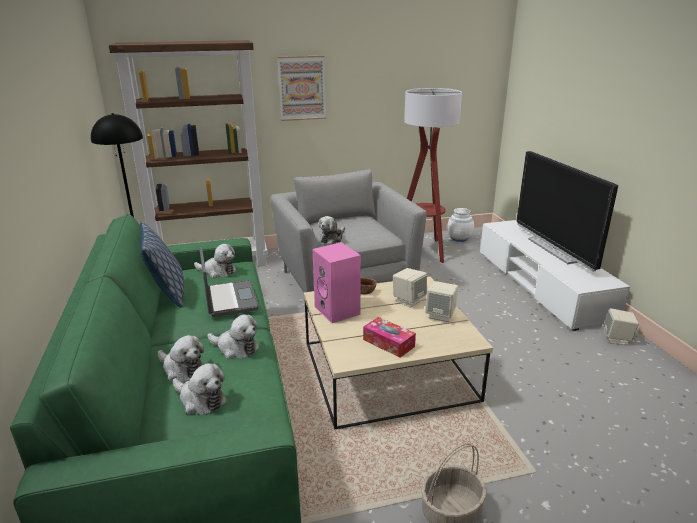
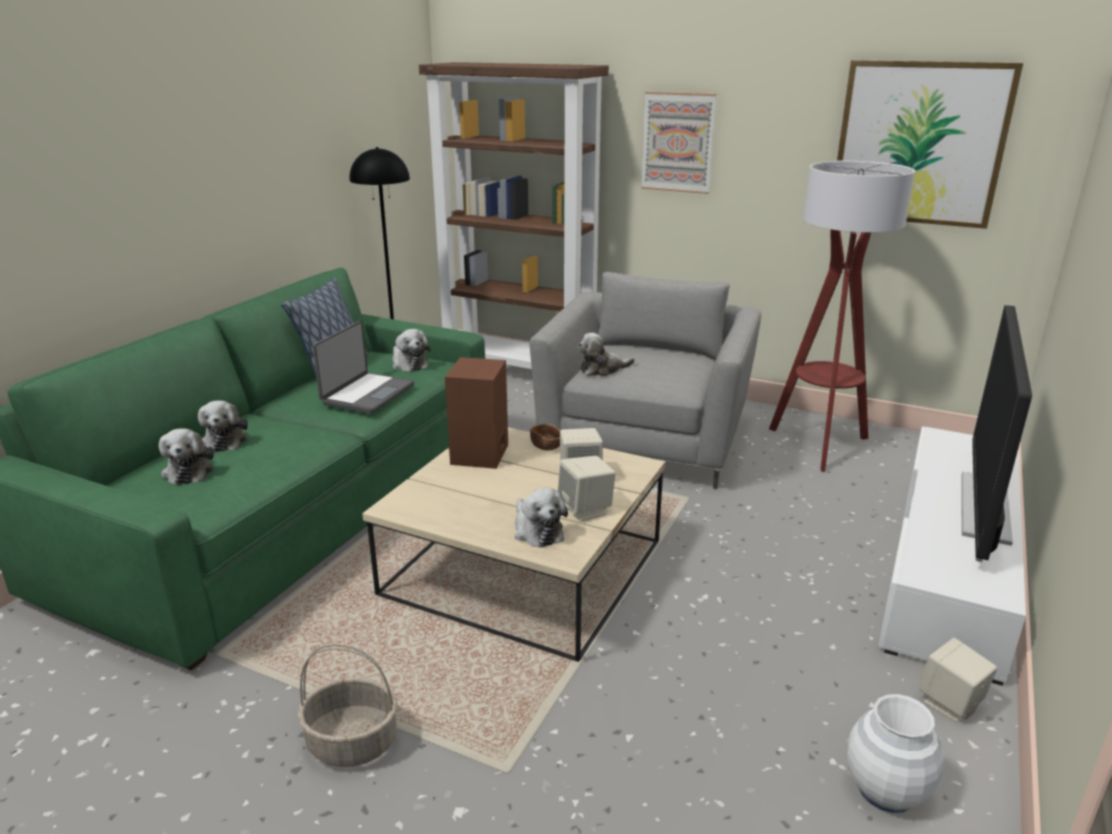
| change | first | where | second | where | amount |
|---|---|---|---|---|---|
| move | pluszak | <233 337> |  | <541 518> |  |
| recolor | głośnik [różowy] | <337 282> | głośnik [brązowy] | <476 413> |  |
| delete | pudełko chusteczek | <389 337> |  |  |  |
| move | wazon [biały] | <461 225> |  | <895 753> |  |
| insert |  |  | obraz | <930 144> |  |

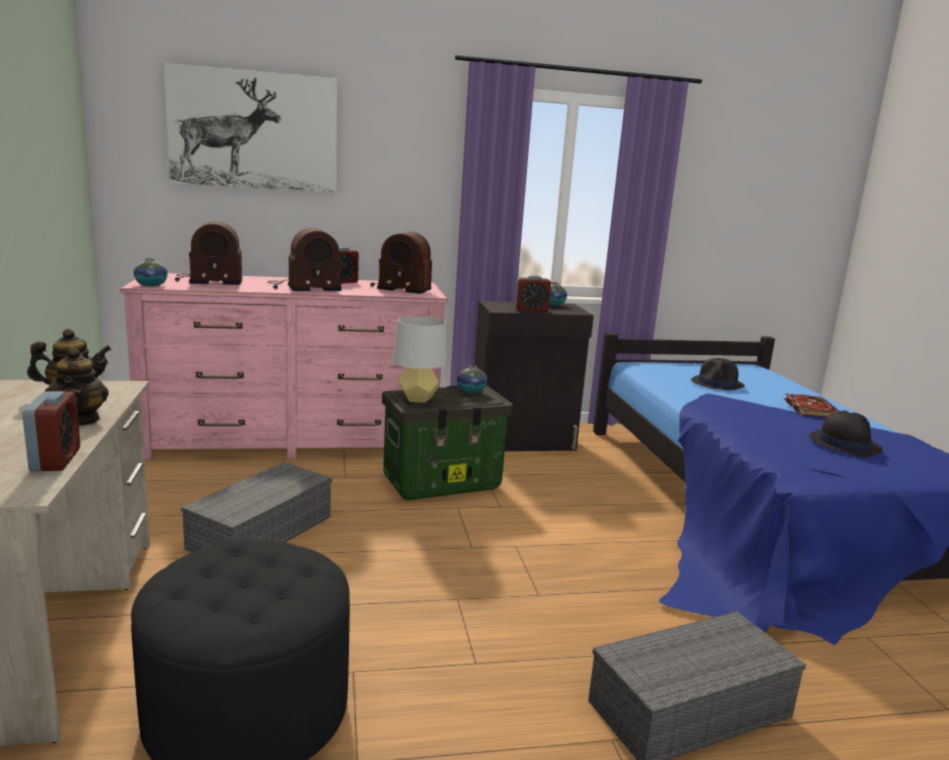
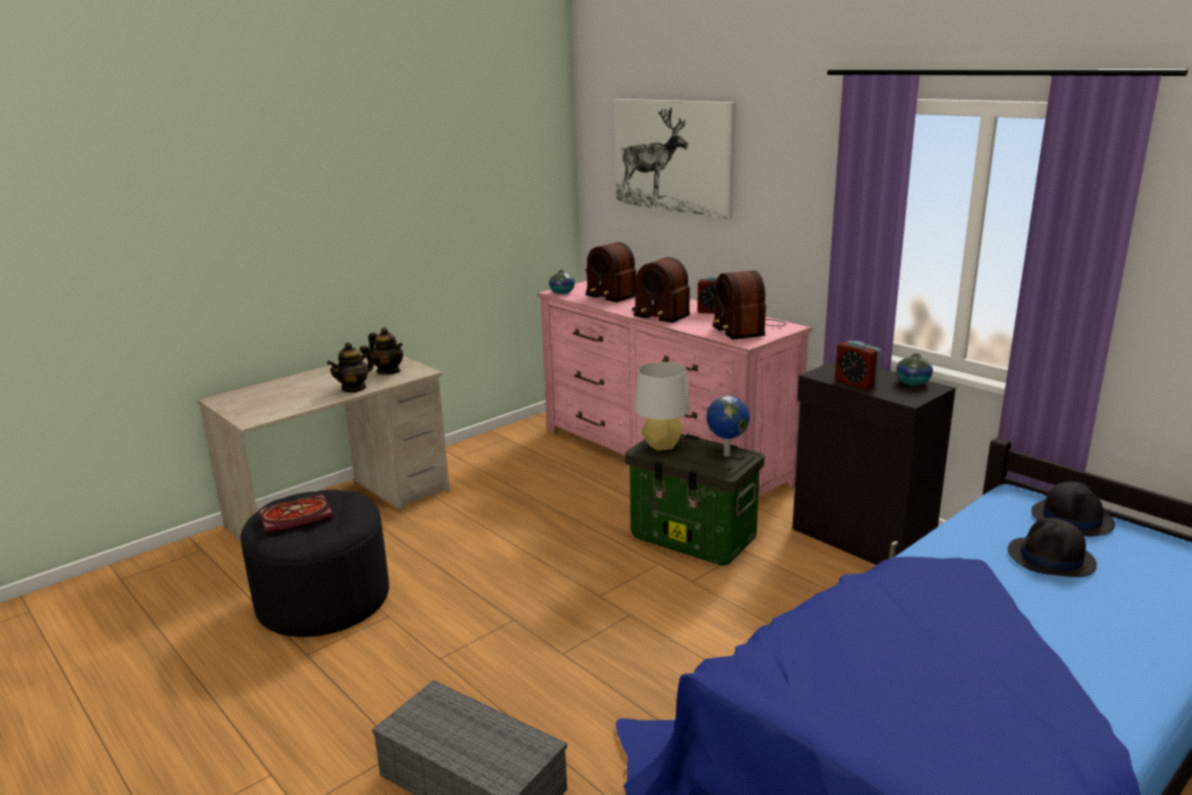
| change | first | where | second | where | amount |
|---|---|---|---|---|---|
| delete | budzik | <51 431> |  |  |  |
| delete | pojemnik do przechowywania [szary] | <256 507> |  |  |  |
| replace | wazon | <472 379> | globus | <728 426> |  |
| move | książka | <811 405> |  | <296 514> |  |
| move | kapelusz [czarny] | <846 434> |  | <1073 509> |  |

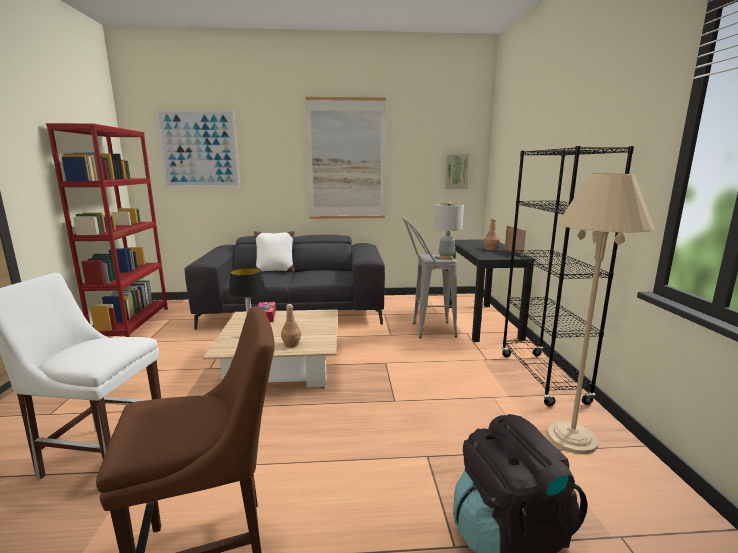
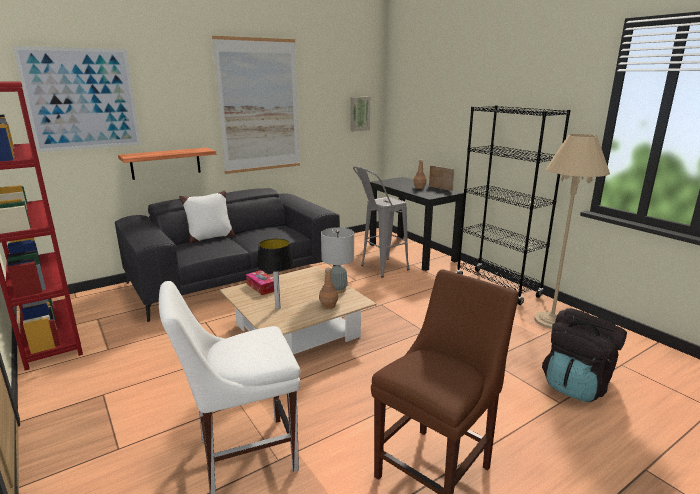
| change | first | where | second | where | amount |
|---|---|---|---|---|---|
| move | lampa stołowa [szary] | <449 230> |  | <337 260> |  |
| insert |  |  | półka | <167 163> |  |

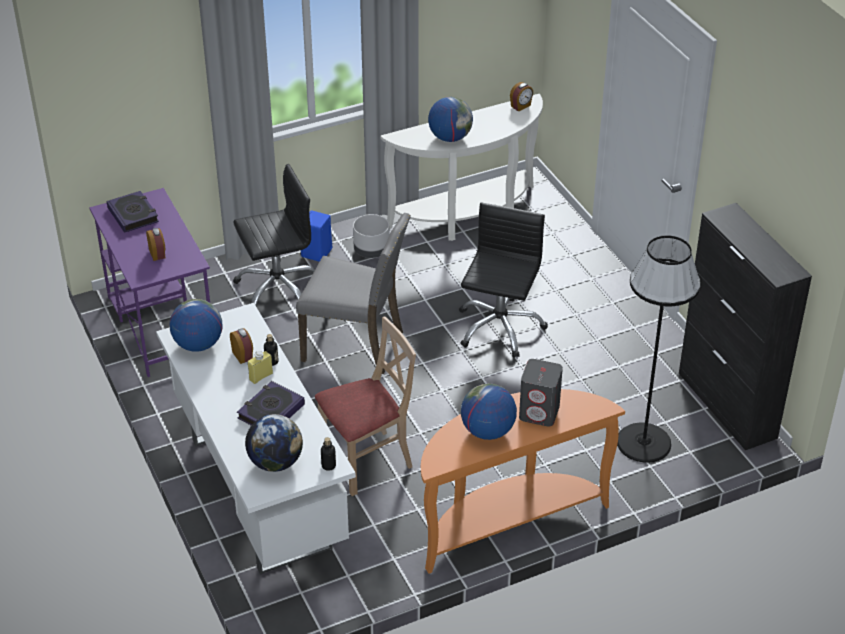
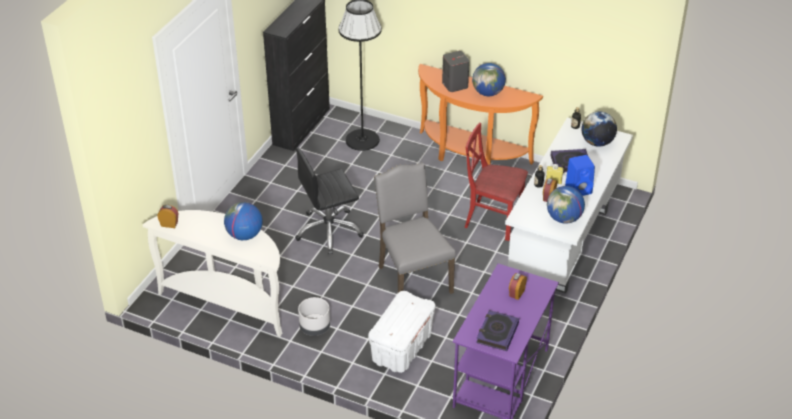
| change | first | where | second | where | amount |
|---|---|---|---|---|---|
| replace | krzesło biurowe [czarny] | <274 235> | pojemnik do przechowywania [biały] | <401 332> |  |
| move | głośnik [niebieski] | <316 236> |  | <580 175> |  |
| recolor | krzesło [beżowy] | <365 406> | krzesło [czerwony] | <496 182> |  |

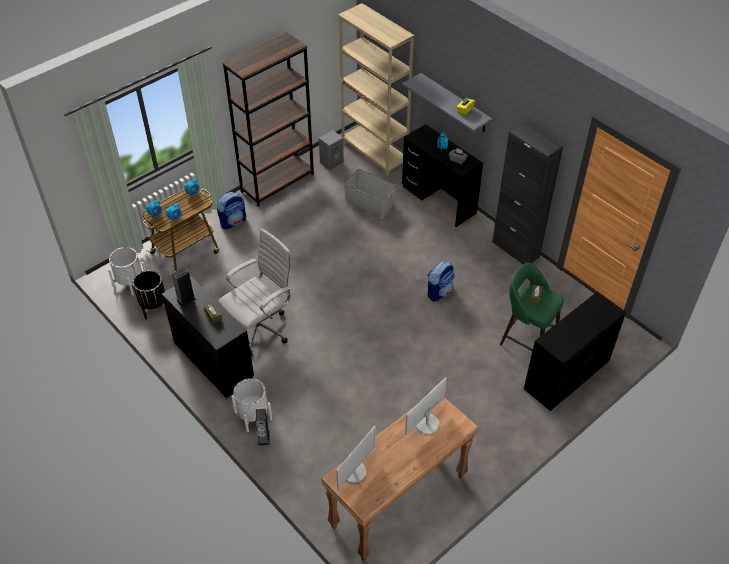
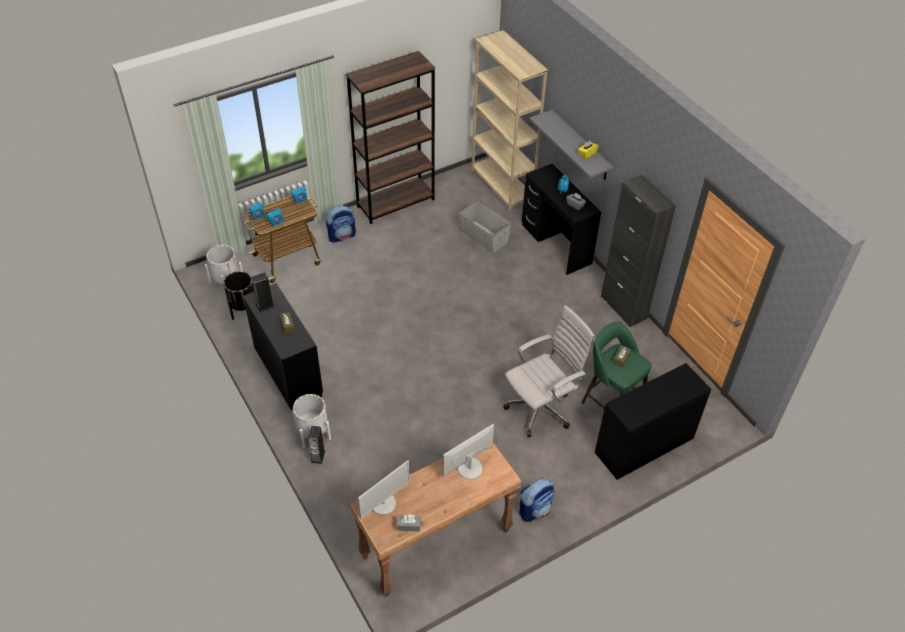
| change | first | where | second | where | amount |
|---|---|---|---|---|---|
| move | krzesło biurowe [biały] | <254 292> |  | <549 371> |  |
| delete | głośnik [szary] | <331 150> |  |  |  |
| move | plecak | <441 281> |  | <537 500> |  |
| insert |  |  | pudełko chusteczek [szary] | <409 523> |  |

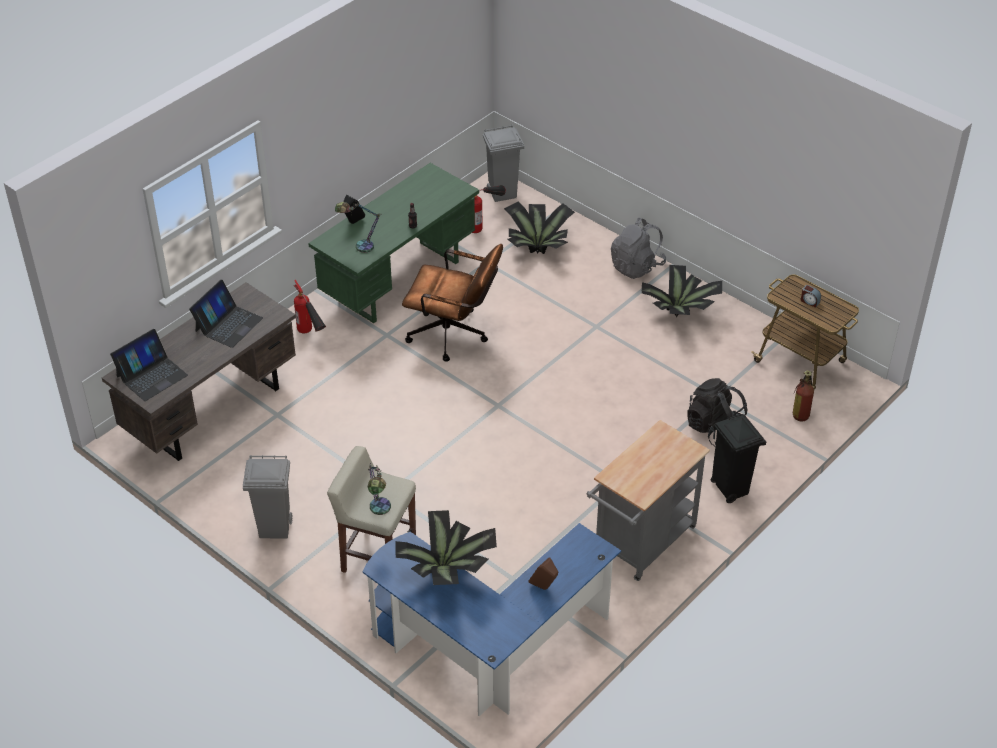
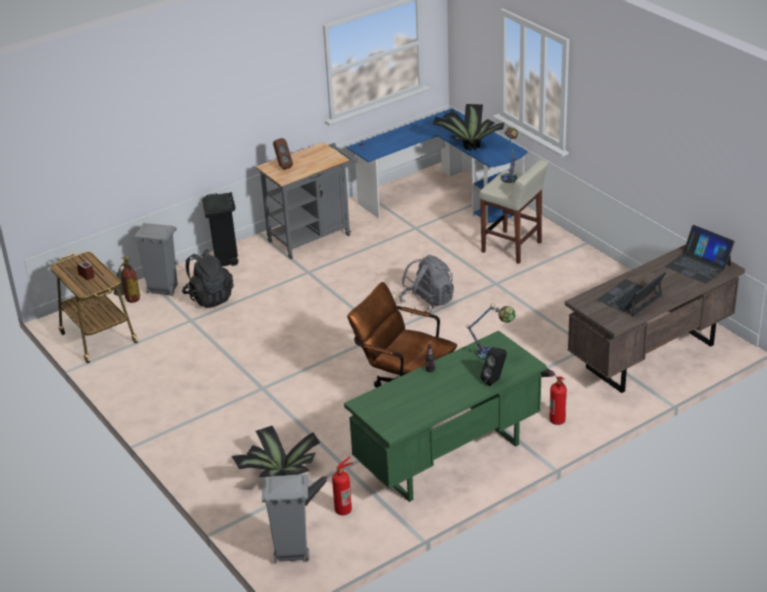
| change | first | where | second | where | amount |
|---|---|---|---|---|---|
| rotate | laptop | <149 365> |  | <700 254> | 105 degrees counterclockwise |
| move | kosz na śmieci [szary] | <268 497> |  | <155 259> |  |
| move | głośnik [brązowy] | <543 573> |  | <283 154> |  |
| move | plecak [szary] | <638 248> |  | <426 285> |  |
| delete | roślina doniczkowa | <681 291> |  |  |  |

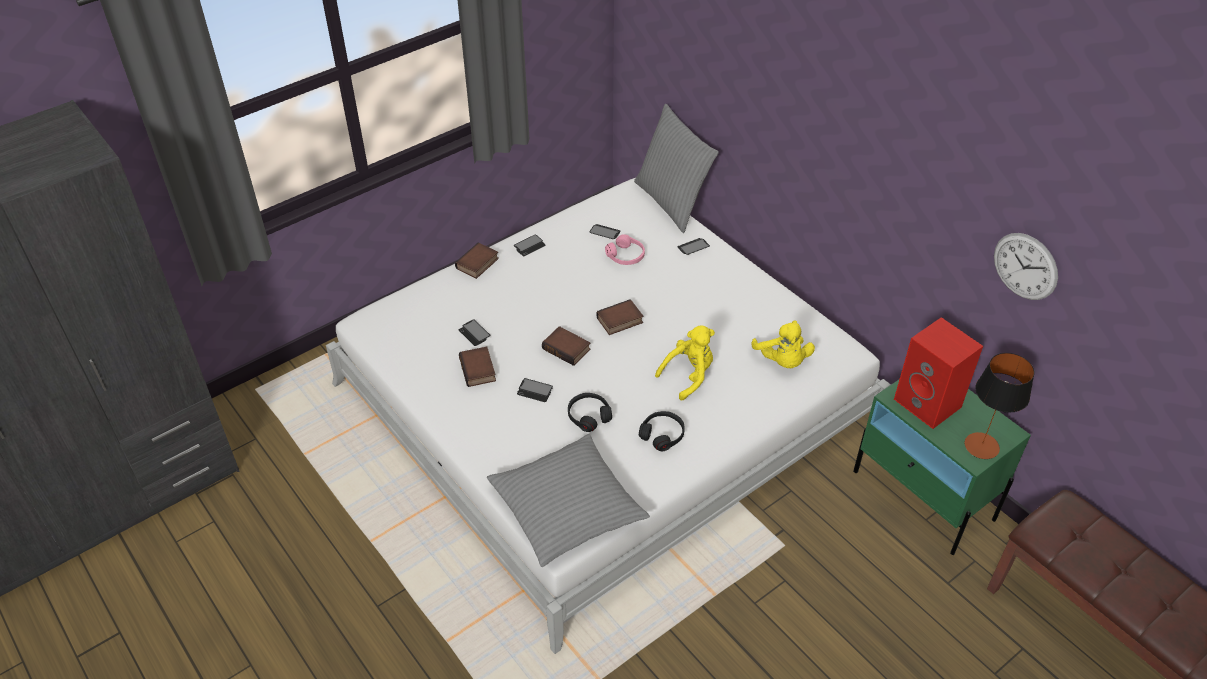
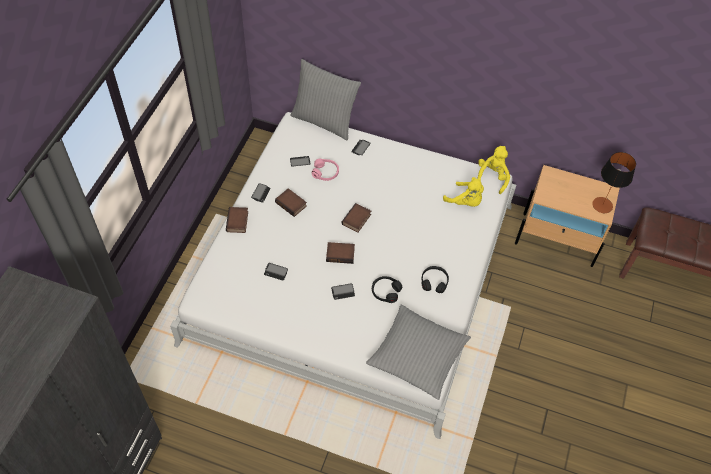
| change | first | where | second | where | amount |
|---|---|---|---|---|---|
| move | książka | <477 367> |  | <291 202> |  |
| move | pluszak [żółty] | <685 362> |  | <493 170> |  |
| recolor | szafka nocna [zielony] | <942 467> | szafka nocna [beżowy] | <567 216> |  |
| delete | głośnik [czerwony] | <938 373> |  |  |  |
| delete | zegar ścienny | <1026 266> |  |  |  |

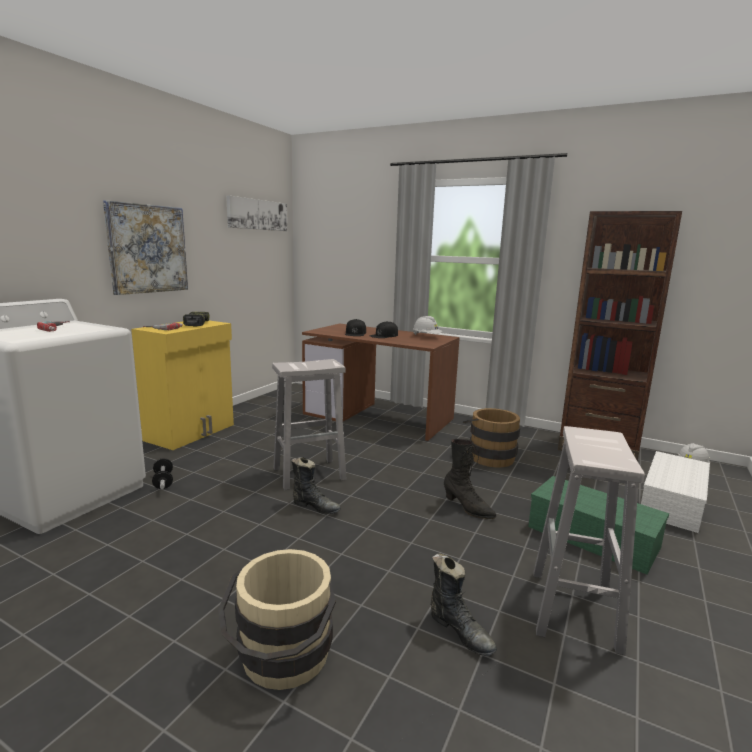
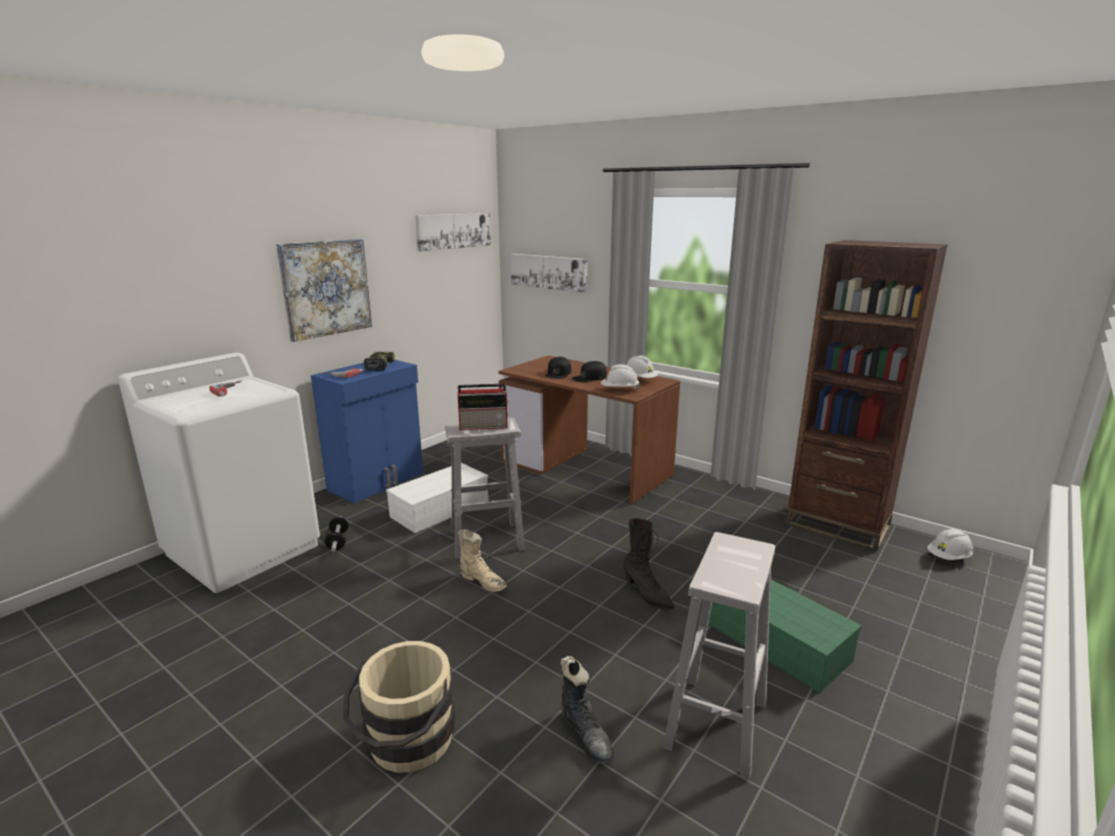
| change | first | where | second | where | amount |
|---|---|---|---|---|---|
| recolor | szafka [żółty] | <182 385> | szafka [niebieski] | <367 431> |  |
| recolor | but z cholewką [czarny] | <316 485> | but z cholewką [beżowy] | <482 560> |  |
| delete | wiadro [brązowy] | <491 438> |  |  |  |
| move | pojemnik do przechowywania [biały] | <675 492> |  | <437 498> |  |
| insert |  |  | radio | <483 407> |  |
| insert |  |  | obraz | <549 273> |  |
| insert |  |  | kask [biały] | <620 377> |  |

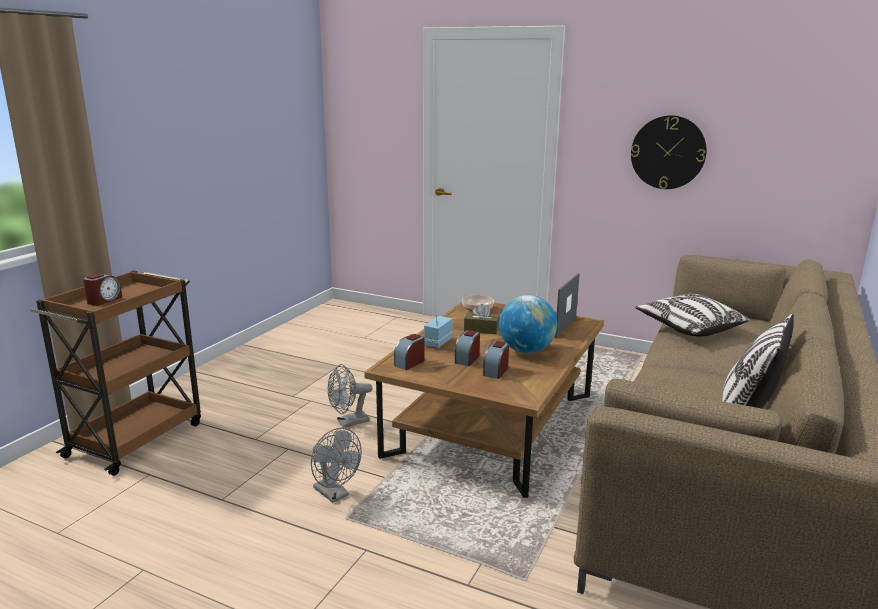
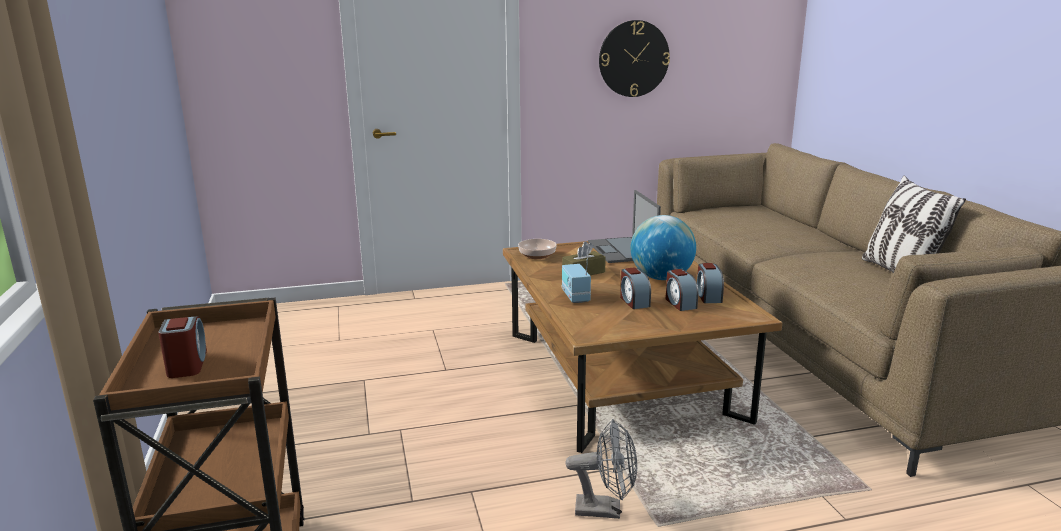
| change | first | where | second | where | amount |
|---|---|---|---|---|---|
| delete | wentylator [szary] | <350 396> |  |  |  |
| move | budzik | <409 352> |  | <710 283> |  |
| delete | poduszka | <692 315> |  |  |  |

